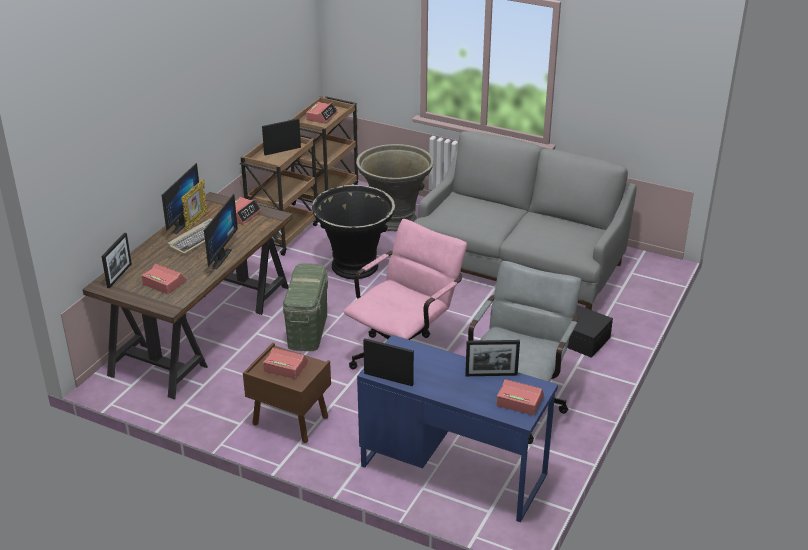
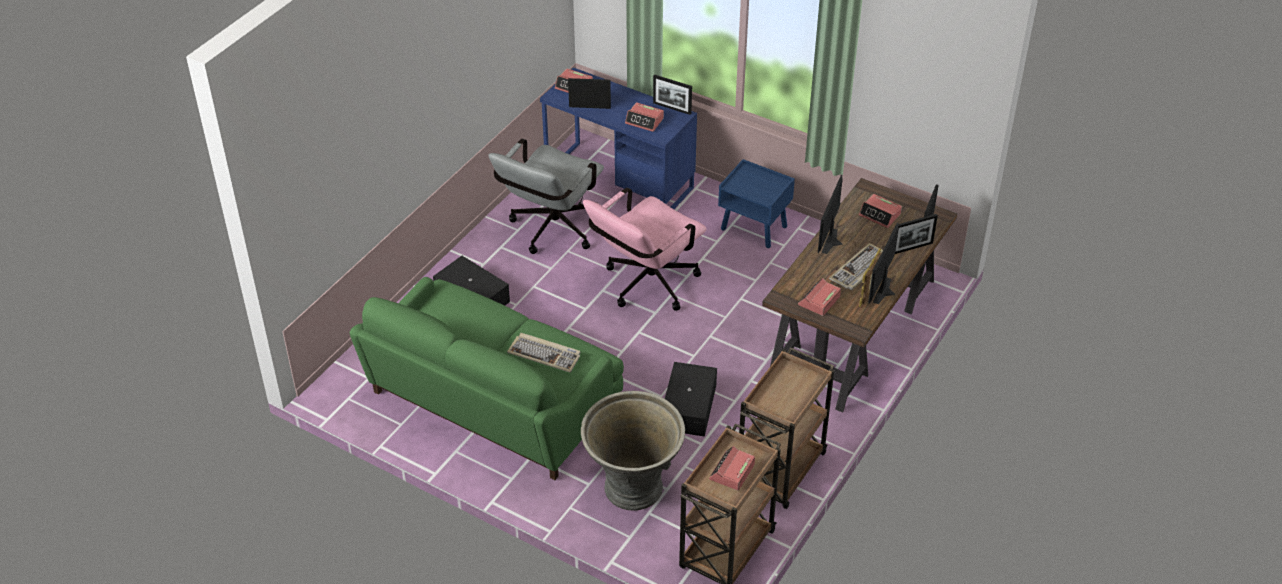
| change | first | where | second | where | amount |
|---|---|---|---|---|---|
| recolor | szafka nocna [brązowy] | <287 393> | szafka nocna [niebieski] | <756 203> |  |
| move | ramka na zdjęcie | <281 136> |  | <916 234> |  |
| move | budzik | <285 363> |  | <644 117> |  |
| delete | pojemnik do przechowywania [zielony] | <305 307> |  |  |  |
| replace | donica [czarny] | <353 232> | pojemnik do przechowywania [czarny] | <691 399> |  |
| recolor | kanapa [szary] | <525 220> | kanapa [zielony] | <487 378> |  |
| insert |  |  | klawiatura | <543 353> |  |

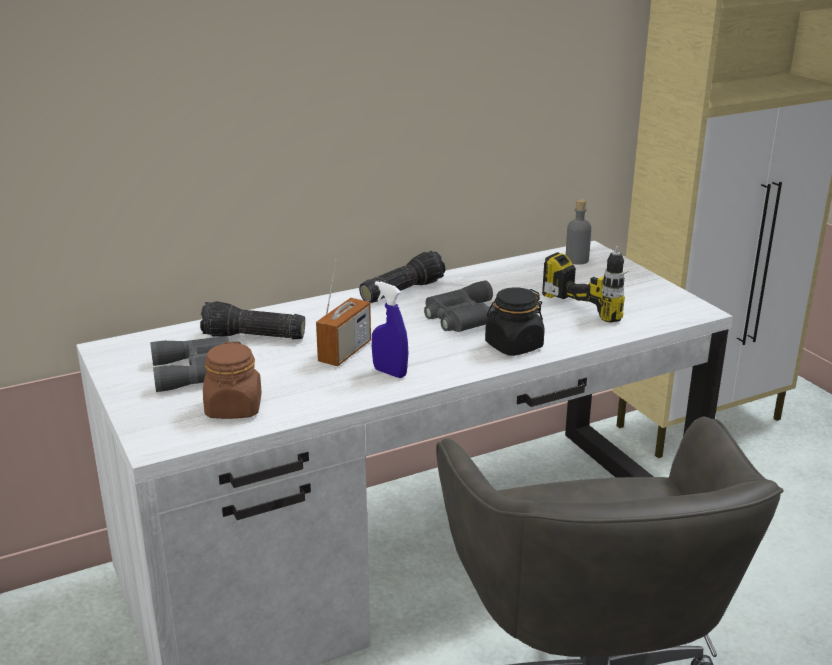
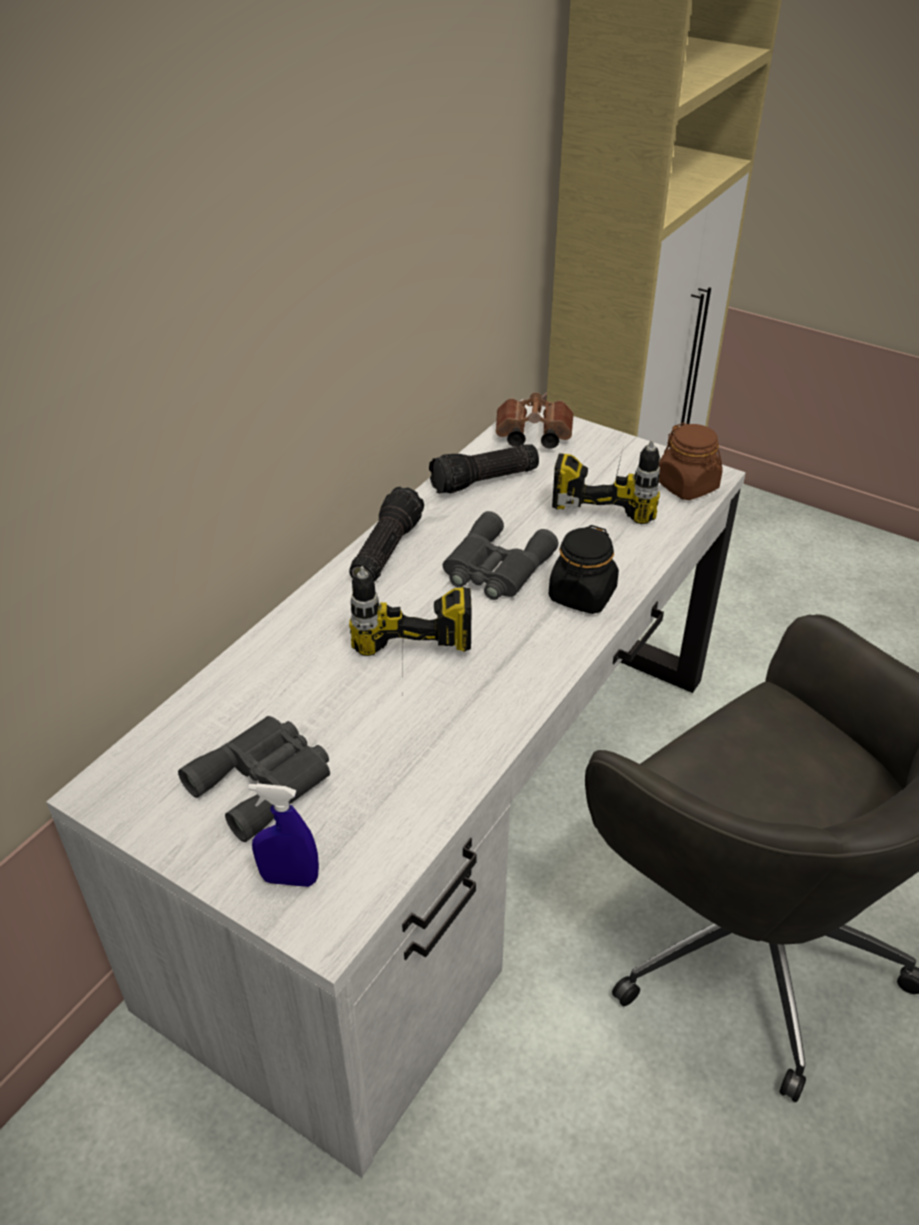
| change | first | where | second | where | amount |
|---|---|---|---|---|---|
| move | latarka | <252 320> |  | <484 469> |  |
| move | słoik [brązowy] | <232 380> |  | <690 461> |  |
| replace | radio | <343 312> | wiertarka | <410 626> |  |
| move | spryskiwacz [niebieski] | <390 329> |  | <283 835> |  |
| replace | butelka [szary] | <578 232> | lornetka [brązowy] | <535 420> |  |

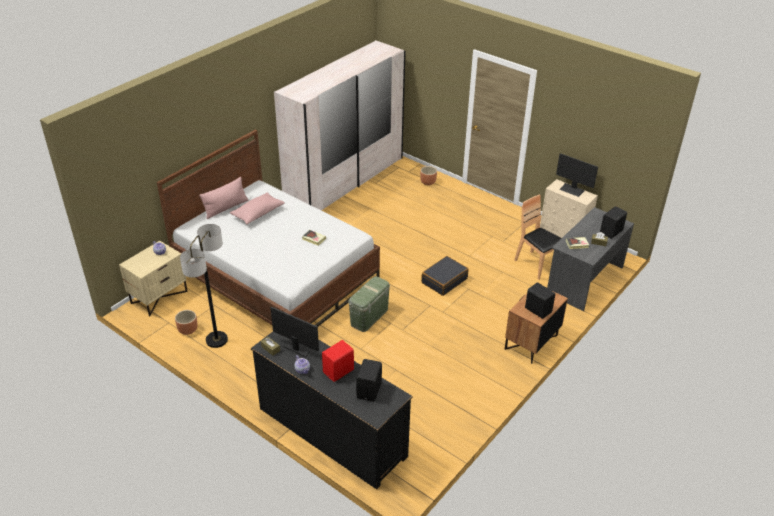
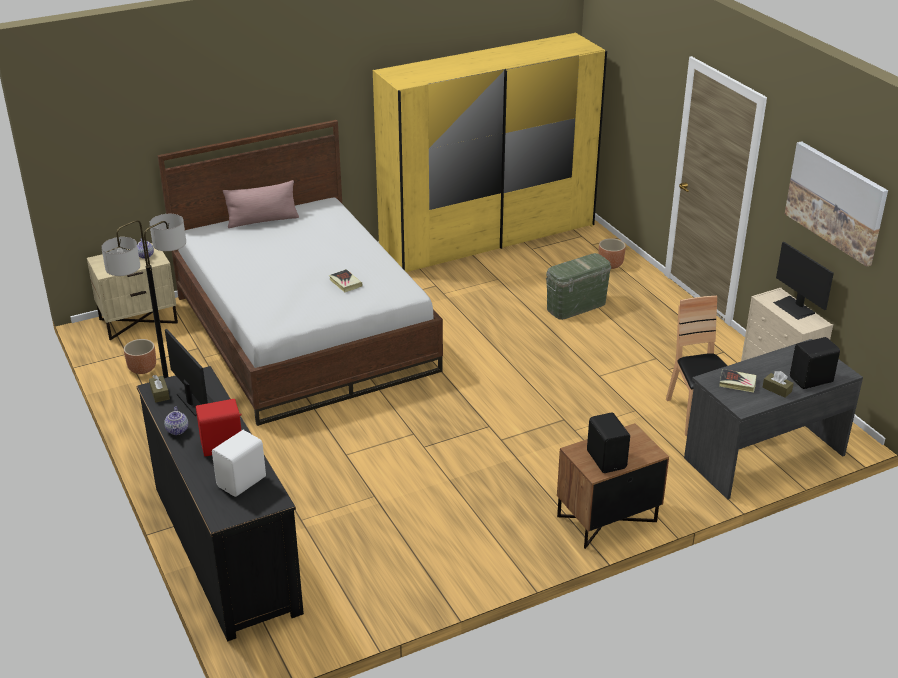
| change | first | where | second | where | amount |
|---|---|---|---|---|---|
| delete | poduszka [różowy] | <257 208> |  |  |  |
| recolor | szafa [biały] | <340 125> | szafa [żółty] | <490 152> |  |
| move | pojemnik do przechowywania [zielony] | <369 304> |  | <578 286> |  |
| recolor | głośnik [czarny] | <369 380> | głośnik [biały] | <239 463> |  |
| delete | walizka [czarny] | <445 276> |  |  |  |
| insert |  |  | obraz | <836 204> |  |

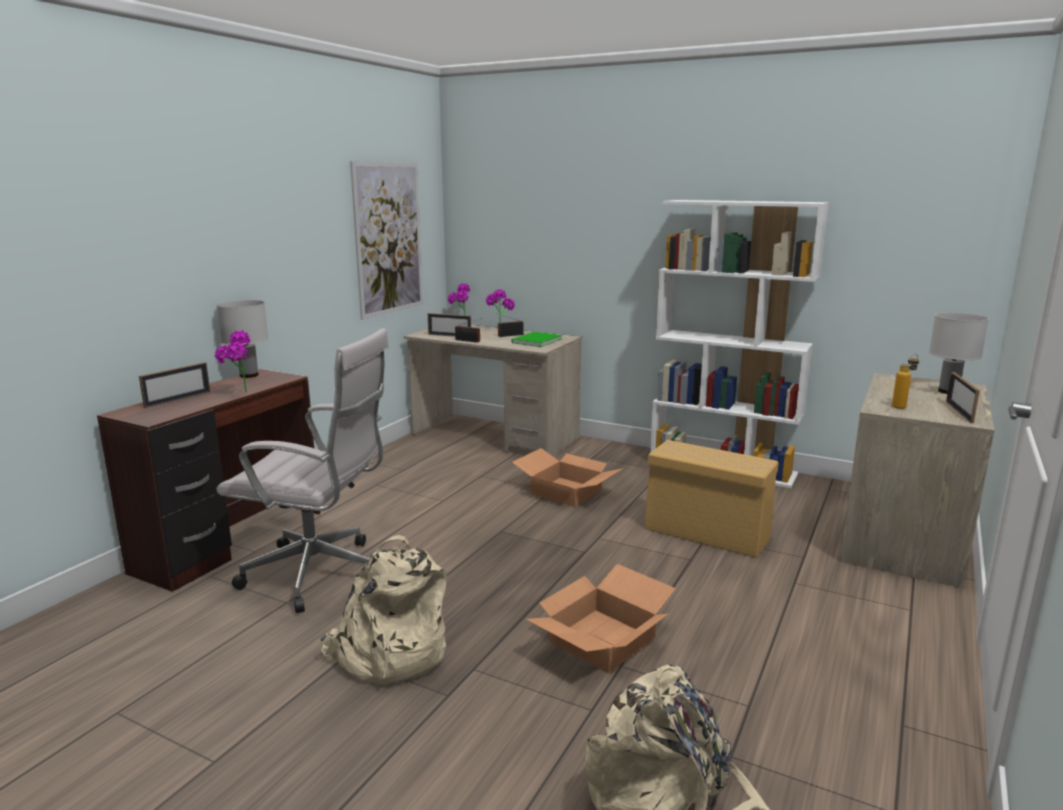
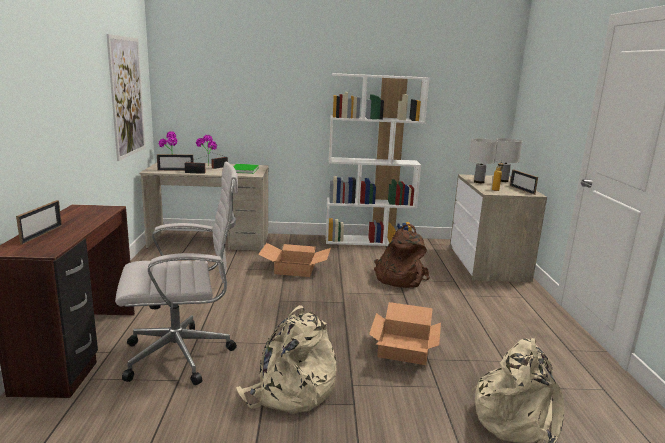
| change | first | where | second | where | amount |
|---|---|---|---|---|---|
| delete | roślina doniczkowa | <232 361> |  |  |  |
| move | lampa stołowa [biały] | <242 339> |  | <483 160> |  |
| replace | pojemnik do przechowywania [beżowy] | <712 498> | plecak [brązowy] | <402 256> |  |

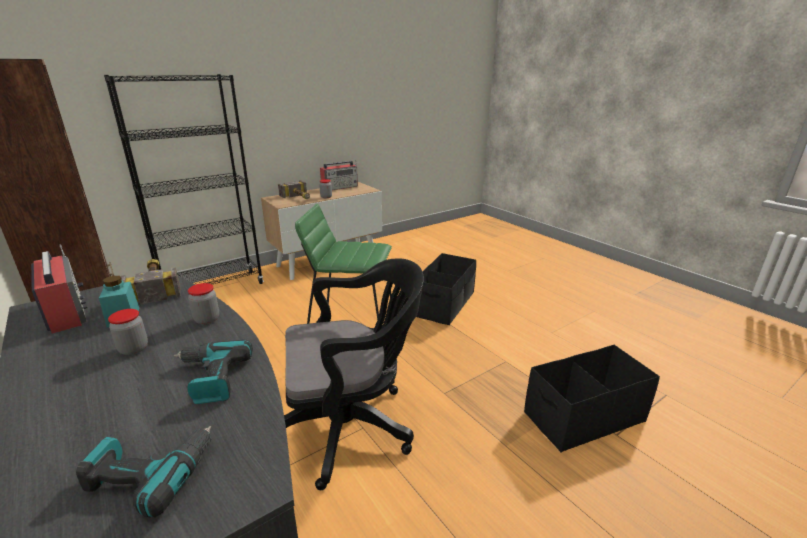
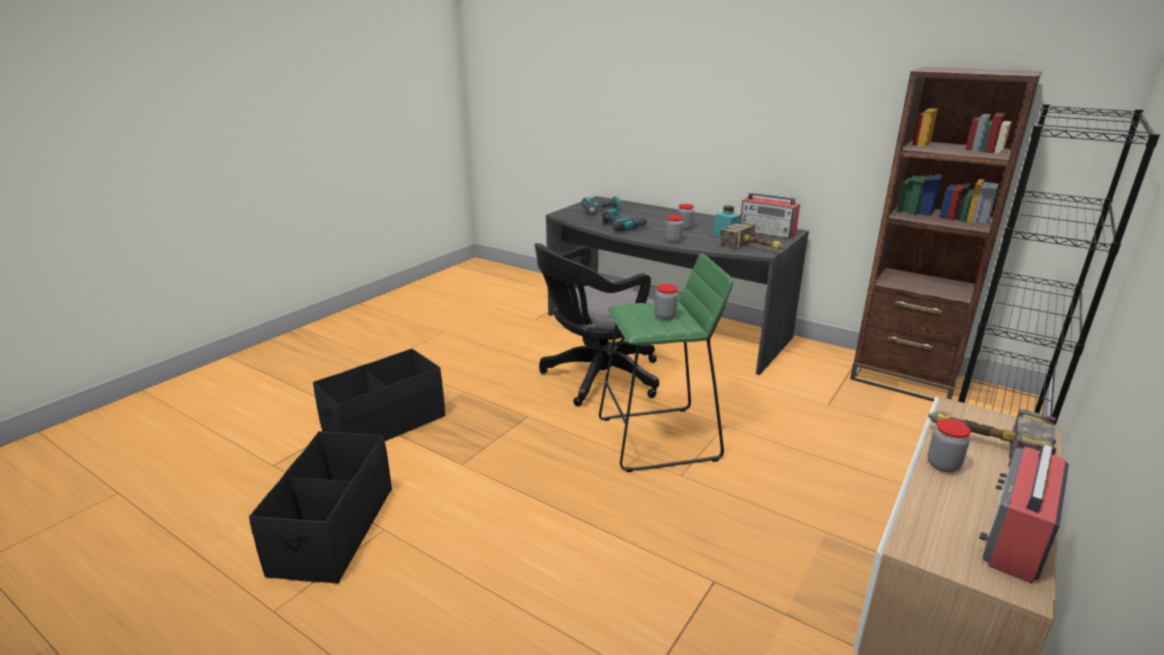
| change | first | where | second | where | amount |
|---|---|---|---|---|---|
| move | pojemnik do przechowywania [czarny] | <446 289> |  | <320 507> |  |
| insert |  |  | słoik | <666 302> |  |

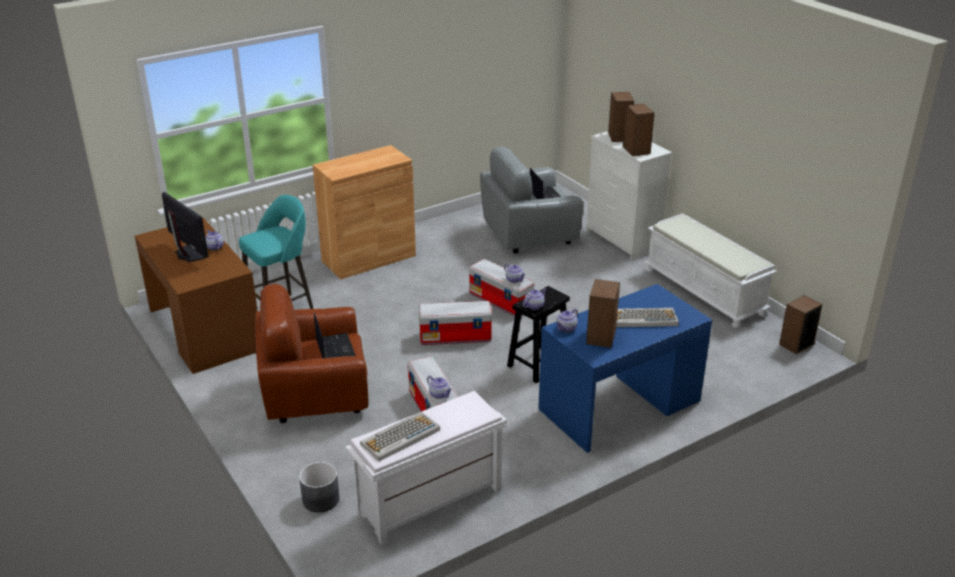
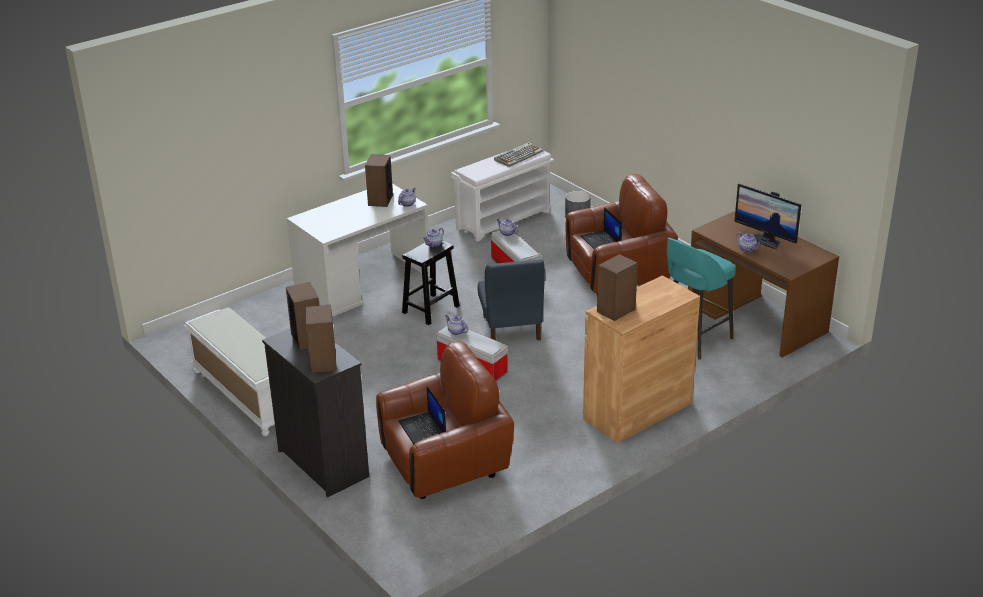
| change | first | where | second | where | amount |
|---|---|---|---|---|---|
| replace | pojemnik do przechowywania | <455 323> | krzesło [niebieski] | <511 300> |  |
| recolor | fotel [szary] | <531 200> | fotel [brązowy] | <445 420> |  |
| recolor | biurko [niebieski] | <625 368> | biurko [biały] | <358 250> |  |
| recolor | komoda [biały] | <629 195> | komoda [czarny] | <315 413> |  |
| delete | klawiatura | <647 317> |  |  |  |
| move | głośnik | <801 324> |  | <617 287> |  |

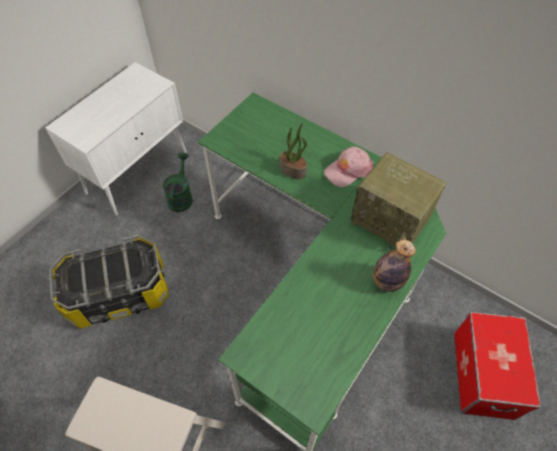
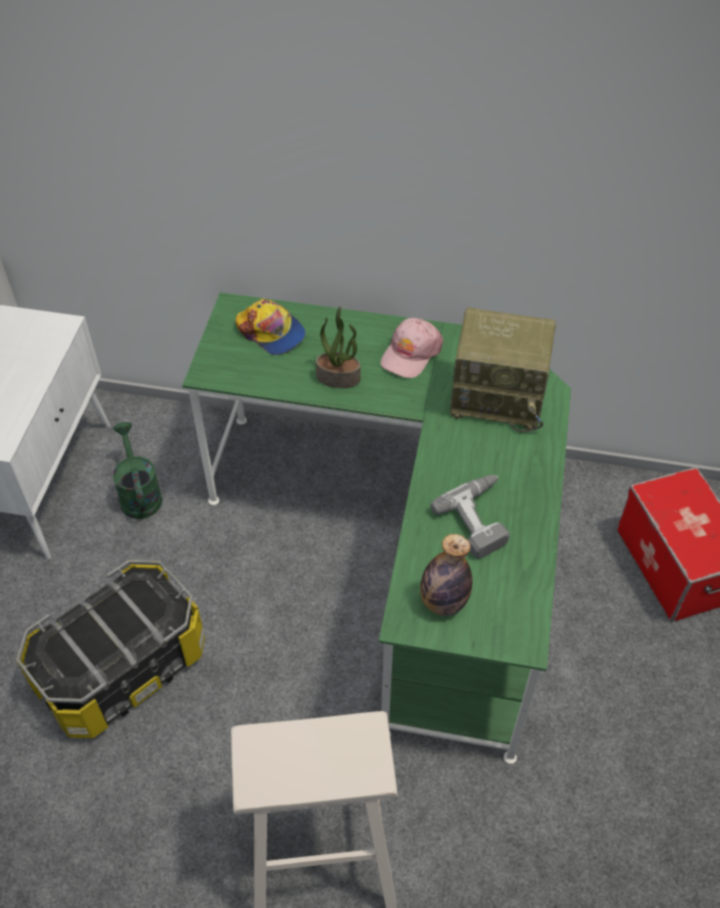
| change | first | where | second | where | amount |
|---|---|---|---|---|---|
| move | butelka | <394 266> |  | <446 575> |  |
| insert |  |  | czapka z daszkiem | <270 326> |  |
| insert |  |  | wiertarka | <470 517> |  |

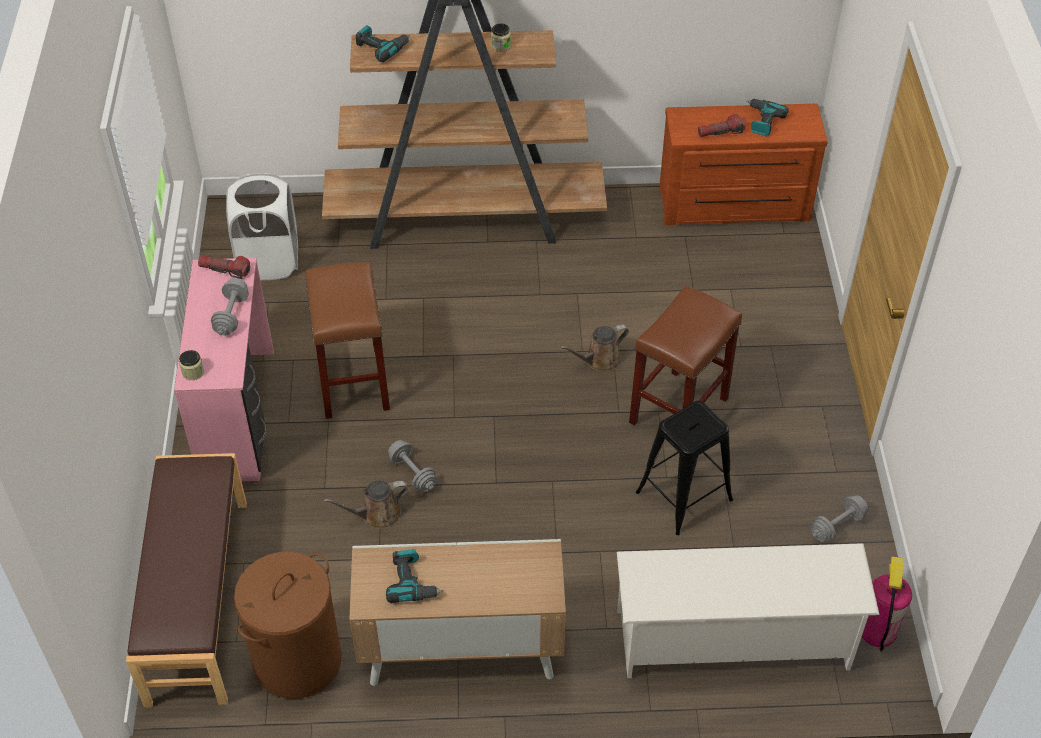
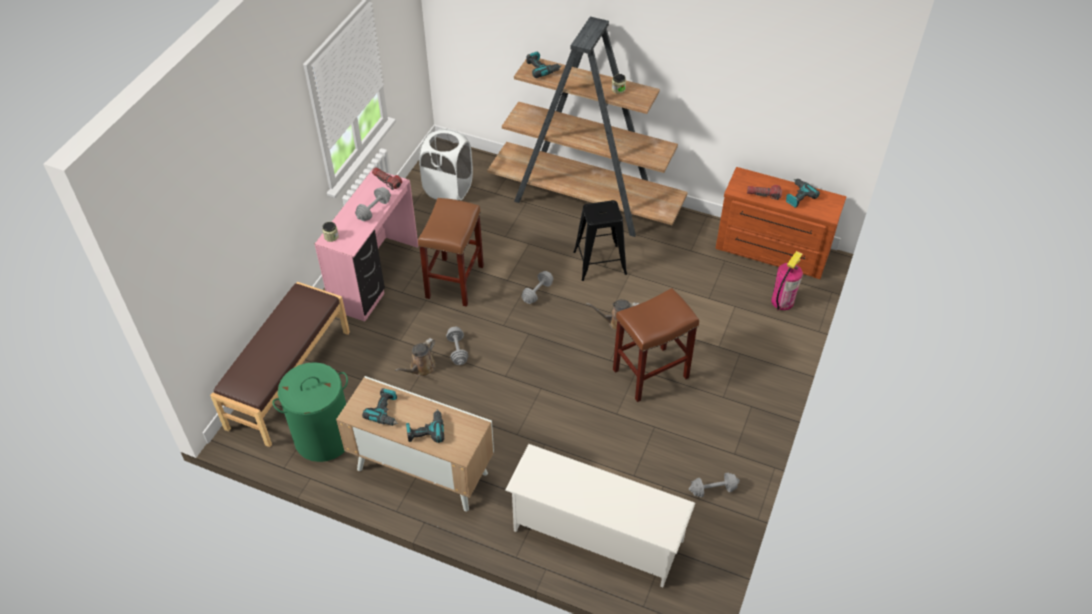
| change | first | where | second | where | amount |
|---|---|---|---|---|---|
| recolor | kosz na pranie [brązowy] | <288 625> | kosz na pranie [zielony] | <310 412> |  |
| rotate | konewka [brązowy] | <366 504> |  | <415 357> | 60 degrees counterclockwise |
| move | stołek [czarny] | <684 468> |  | <600 240> |  |
| move | gaśnica | <887 604> |  | <787 280> |  |
| insert |  |  | wiertarka | <425 426> |  |
| insert |  |  | hantel [szary] | <537 287> |  |

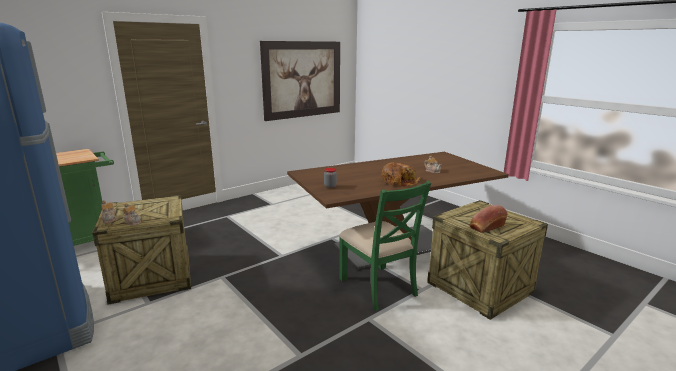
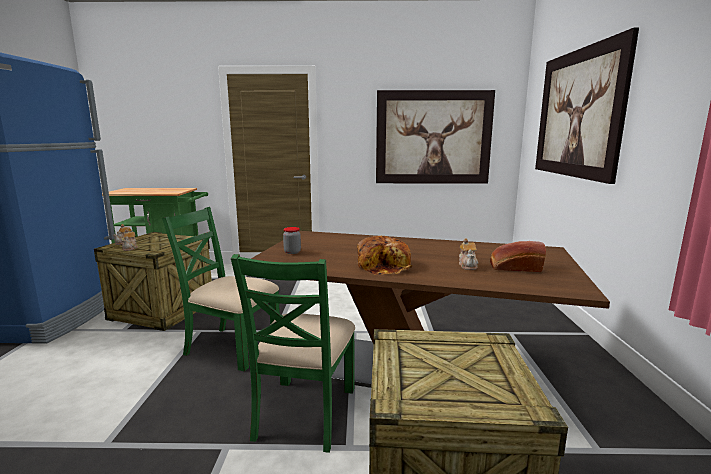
| change | first | where | second | where | amount |
|---|---|---|---|---|---|
| move | chleb | <489 219> |  | <518 256> |  |
| insert |  |  | krzesło [zielony] | <221 289> |  |
| insert |  |  | obraz | <587 106> |  |

